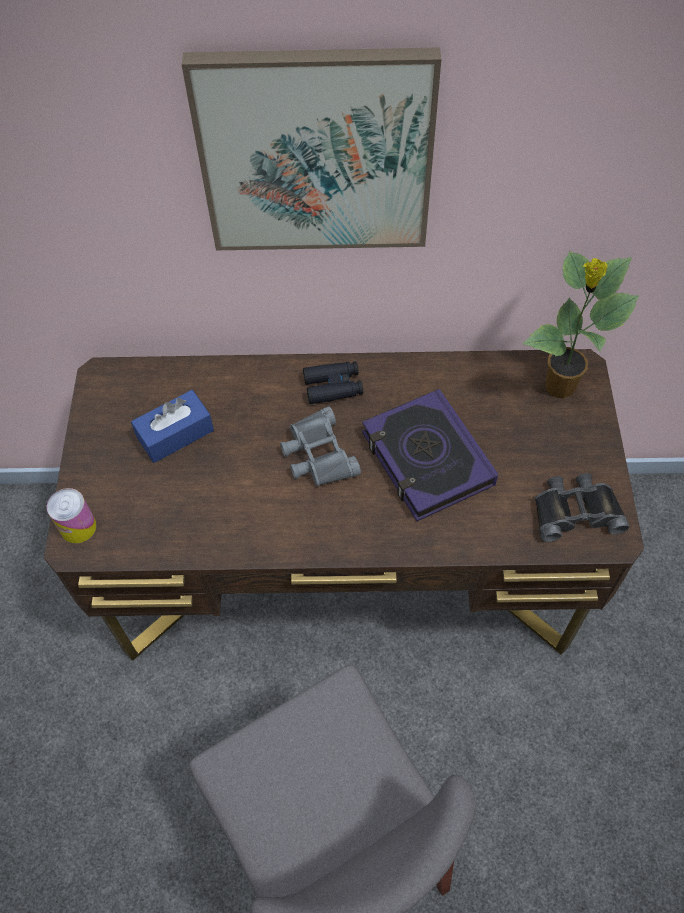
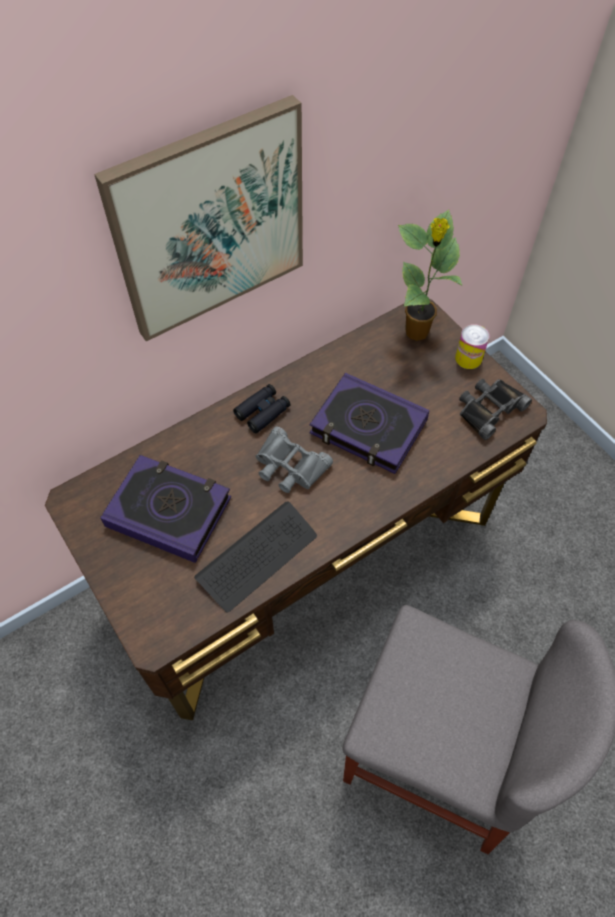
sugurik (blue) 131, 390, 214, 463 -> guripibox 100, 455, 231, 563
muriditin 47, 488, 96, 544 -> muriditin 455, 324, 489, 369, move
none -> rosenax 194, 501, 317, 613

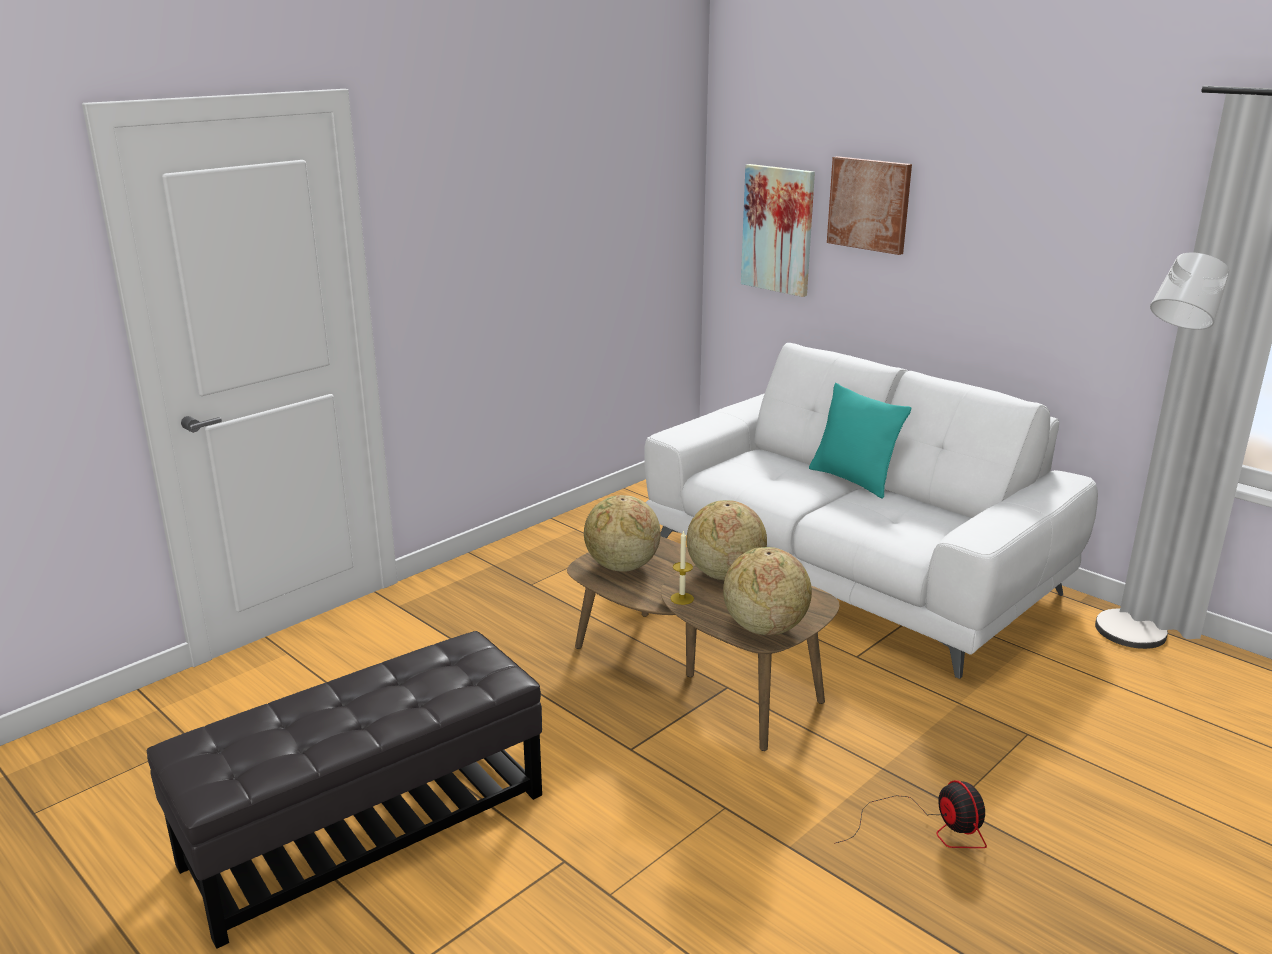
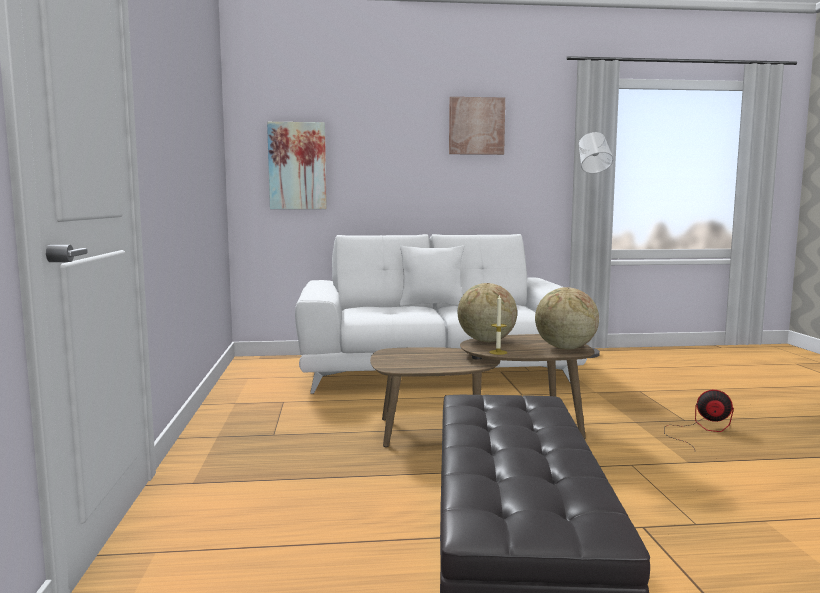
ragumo 827, 156, 912, 255 -> ragumo 449, 97, 505, 155, move
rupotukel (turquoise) 809, 383, 911, 499 -> rupotukel (white) 399, 246, 464, 306
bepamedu 584, 495, 661, 572 -> none

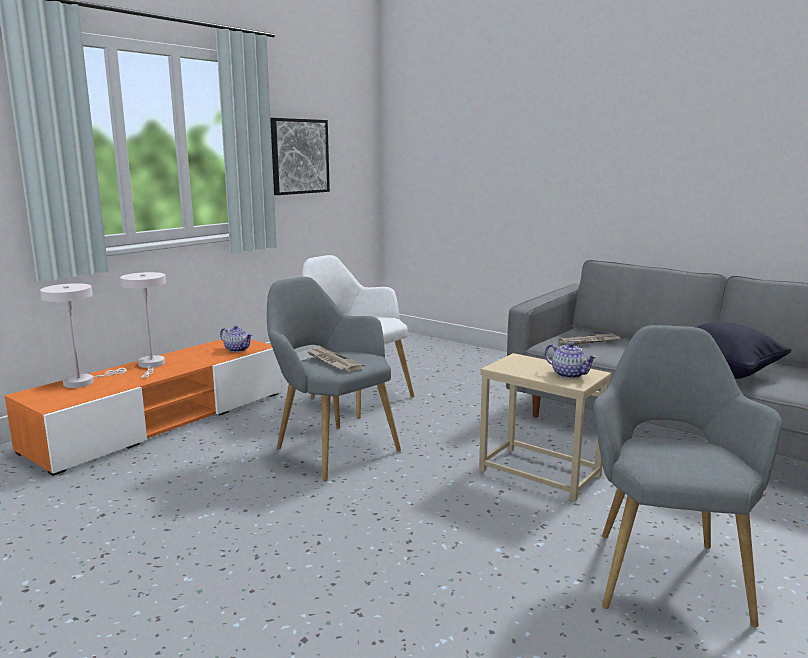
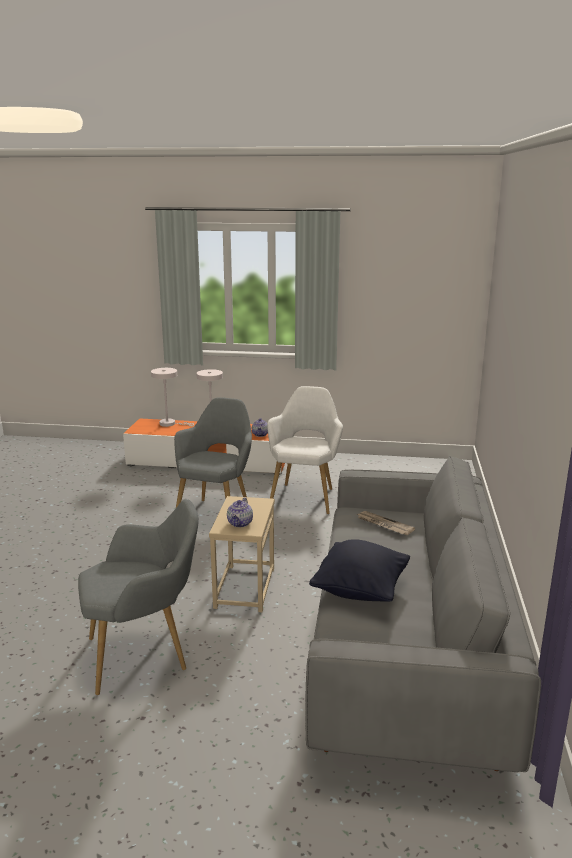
ragumo 270, 118, 330, 195 -> none
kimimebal 305, 347, 365, 372 -> none

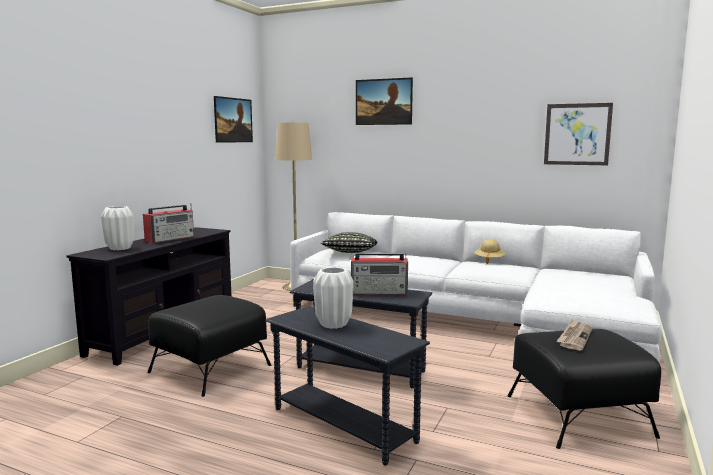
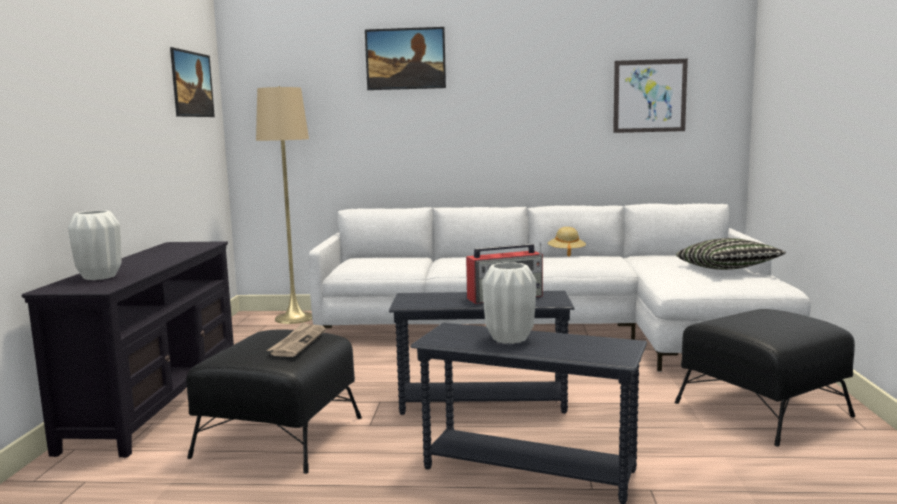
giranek 143, 204, 194, 243 -> none
rupotukel 321, 232, 377, 253 -> rupotukel 676, 238, 786, 270, move
kimimebal 556, 320, 593, 350 -> kimimebal 267, 322, 326, 357, move

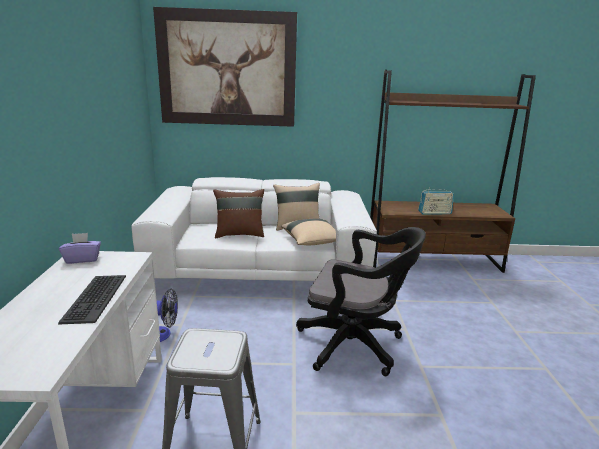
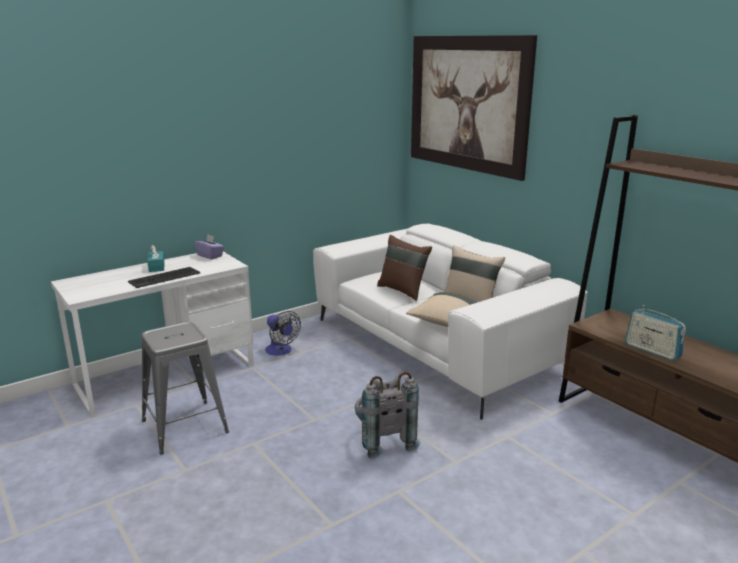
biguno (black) 296, 227, 426, 376 -> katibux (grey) 355, 372, 420, 459
none -> sugurik (turquoise) 147, 245, 164, 272

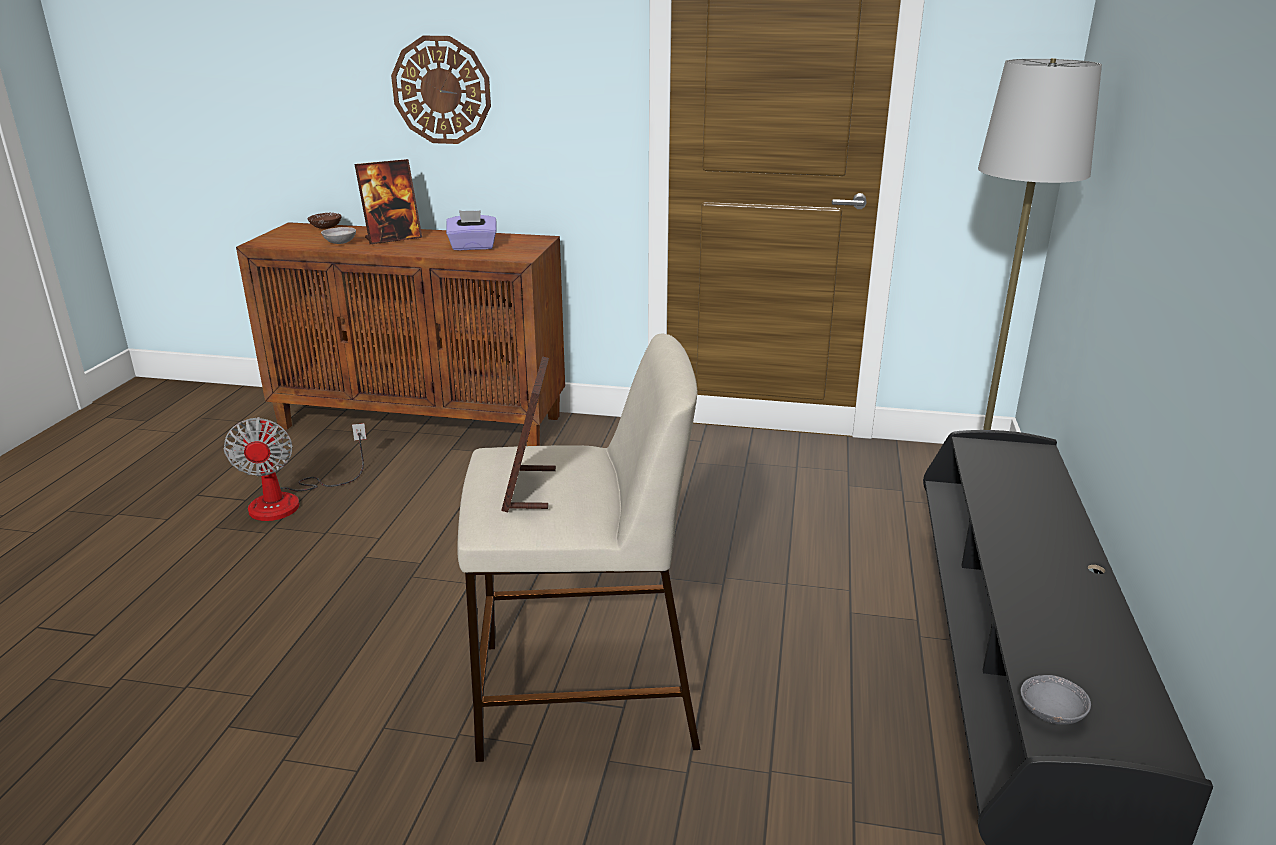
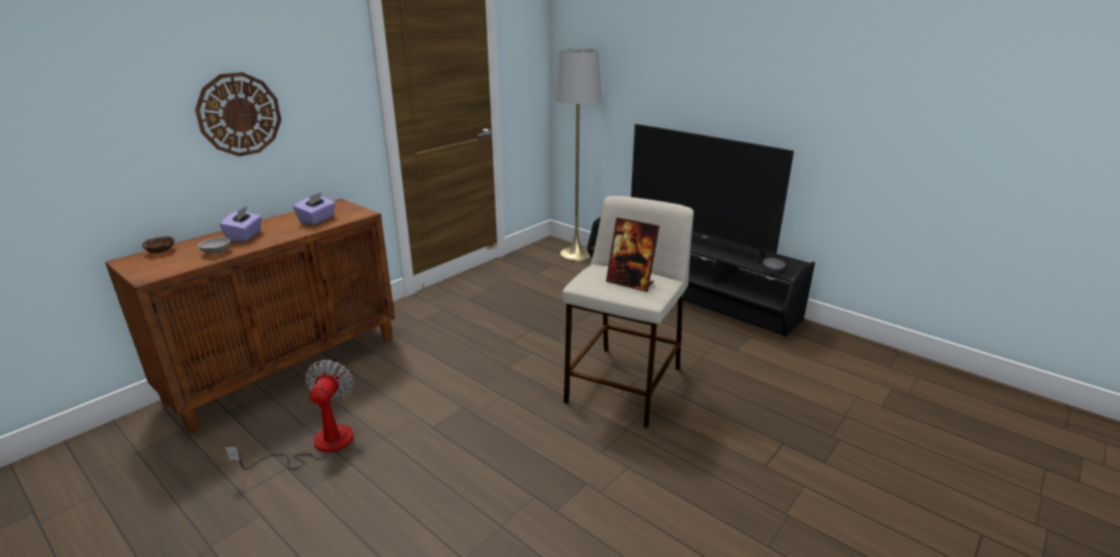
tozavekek 355, 159, 422, 244 -> sugurik (purple) 220, 206, 262, 242
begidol 223, 417, 367, 521 -> begidol 225, 360, 354, 470, 105 degrees counterclockwise
none -> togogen 631, 124, 794, 262

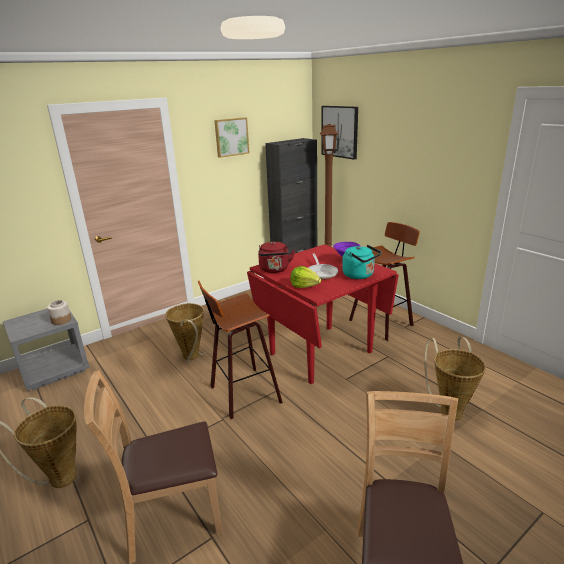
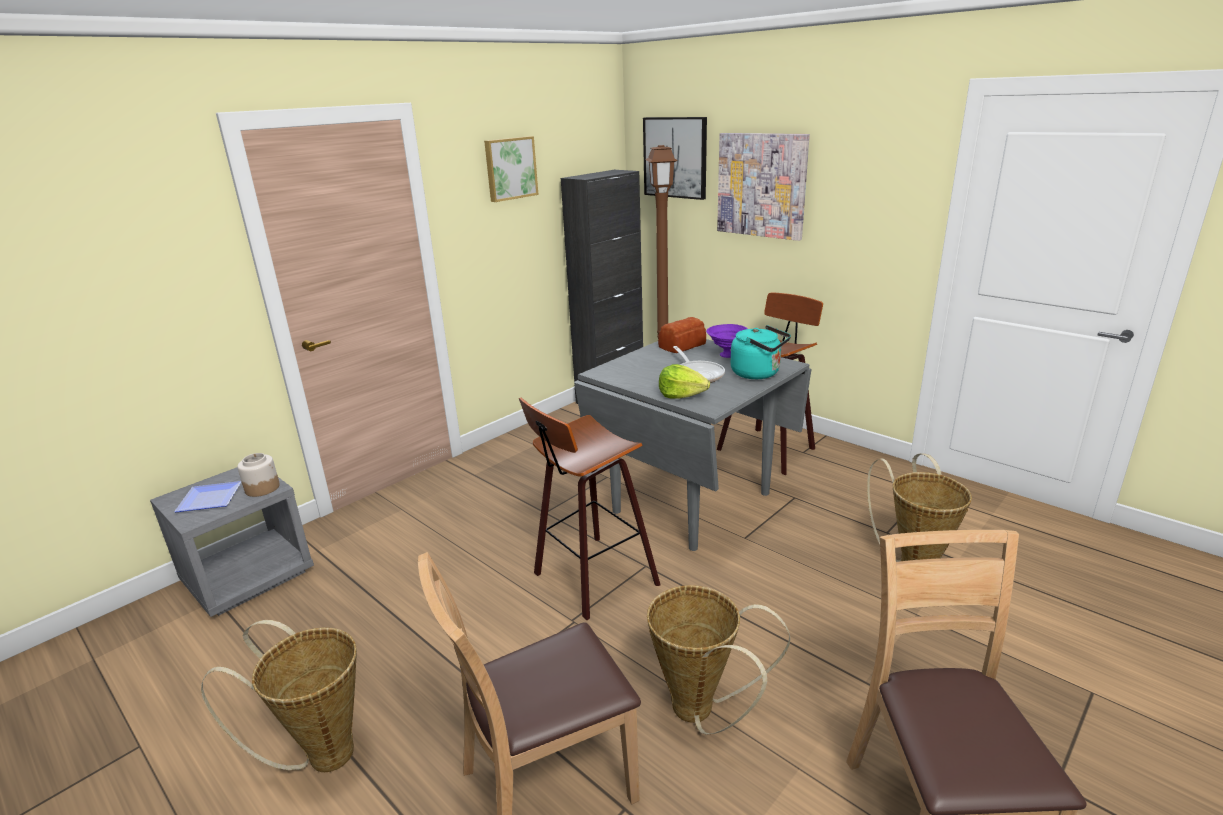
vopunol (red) 258, 241, 295, 273 -> none
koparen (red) 247, 244, 399, 384 -> koparen (grey) 574, 339, 811, 551
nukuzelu 165, 303, 220, 362 -> nukuzelu 647, 585, 790, 735, move
none -> ragumo 717, 133, 810, 241
none -> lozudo 658, 317, 706, 353
none -> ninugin 174, 481, 241, 512

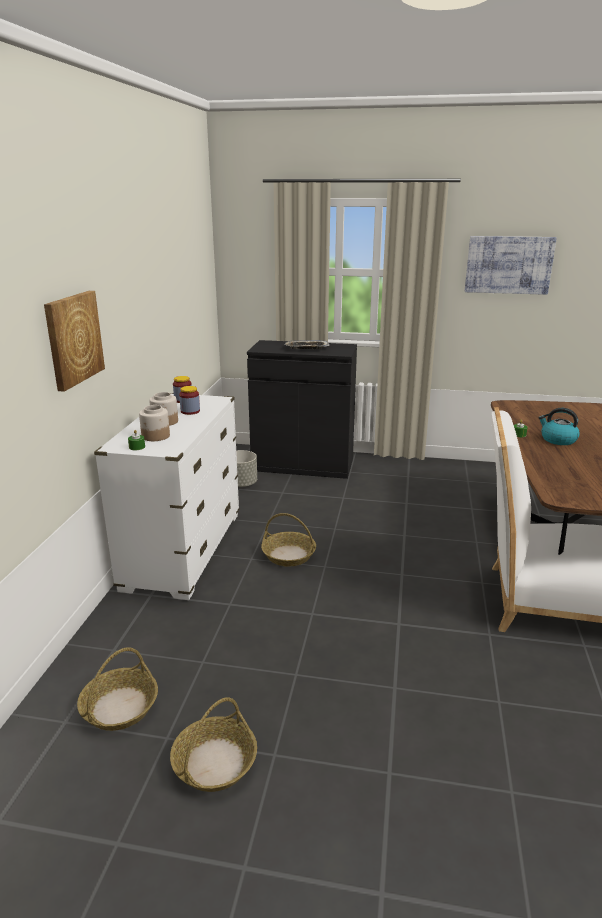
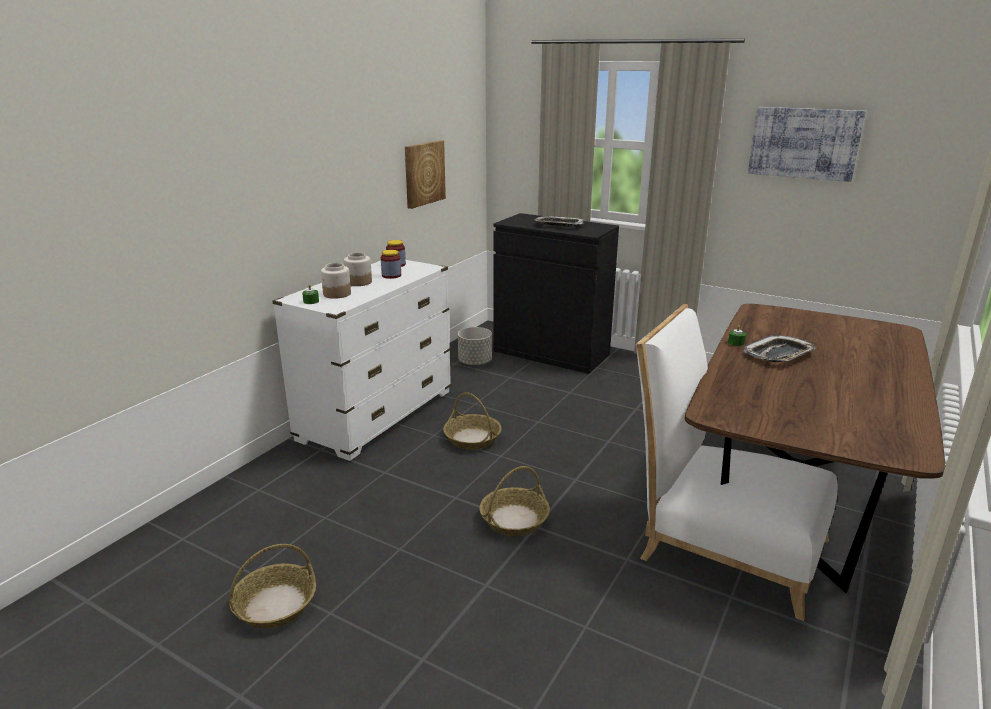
ragumo 44, 291, 105, 392 -> ragumo 405, 140, 446, 209, move
vopunol 538, 408, 580, 445 -> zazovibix 743, 335, 815, 362
nukuzelu 77, 647, 158, 731 -> nukuzelu 480, 466, 550, 536, move

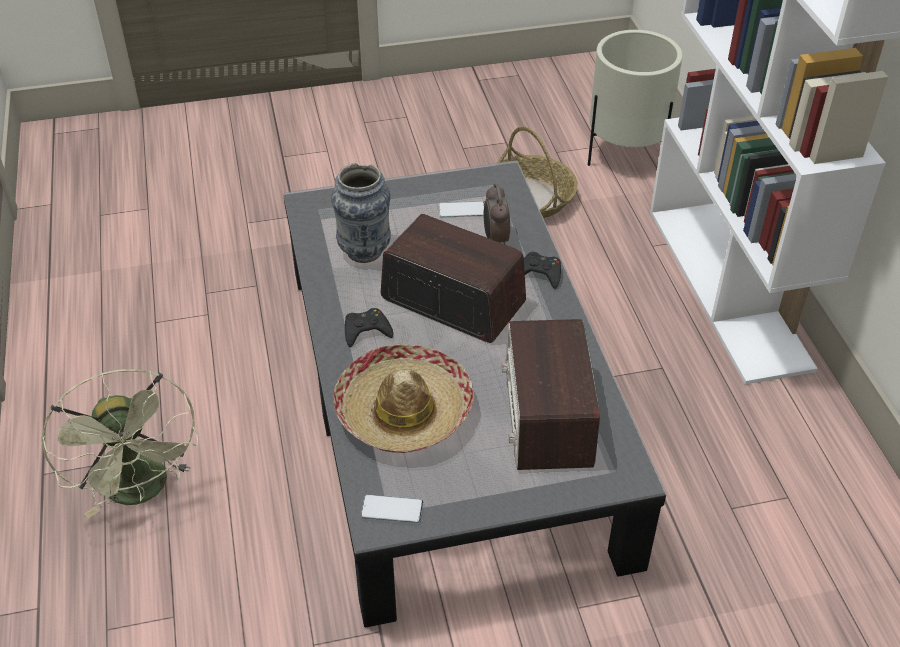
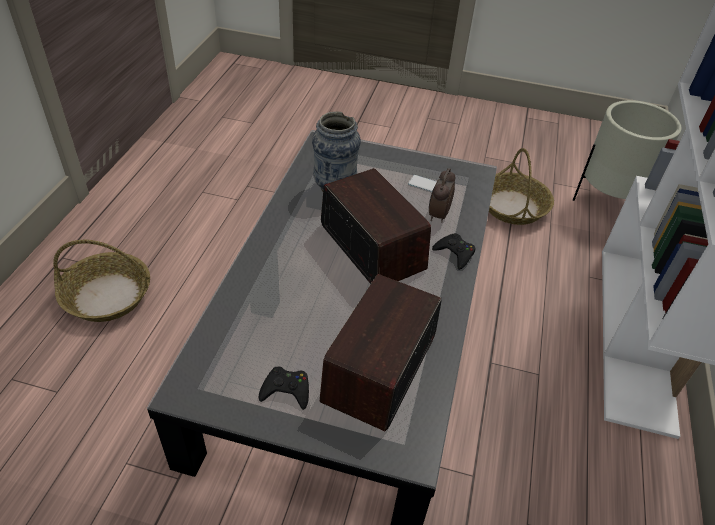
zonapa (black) 345, 308, 393, 347 -> zonapa (black) 258, 367, 309, 410, move
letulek 333, 344, 474, 453 -> none
begidol (green) 41, 369, 199, 519 -> nukuzelu 53, 240, 150, 322
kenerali 361, 495, 423, 523 -> none

